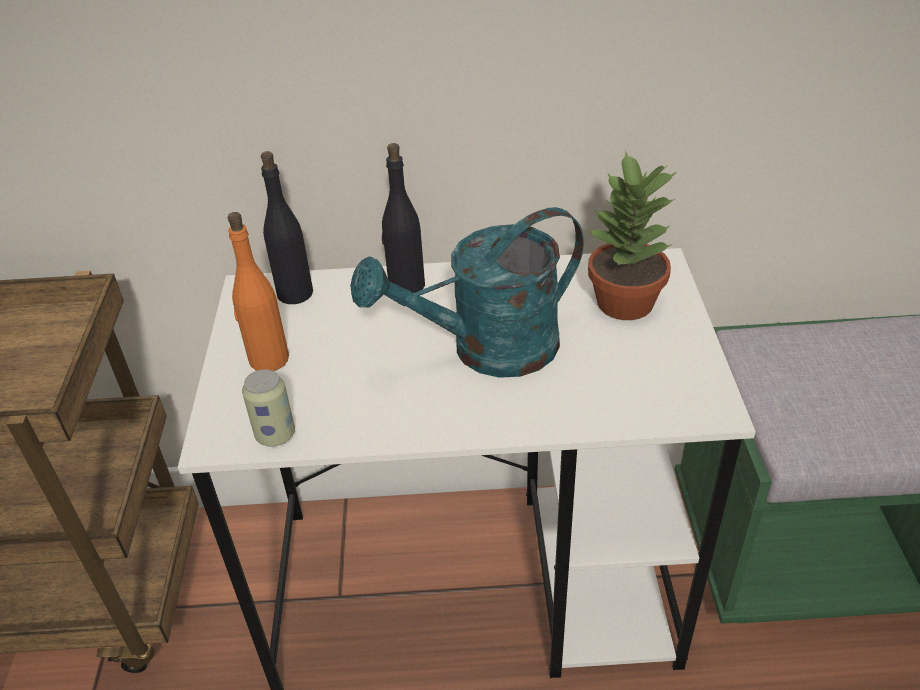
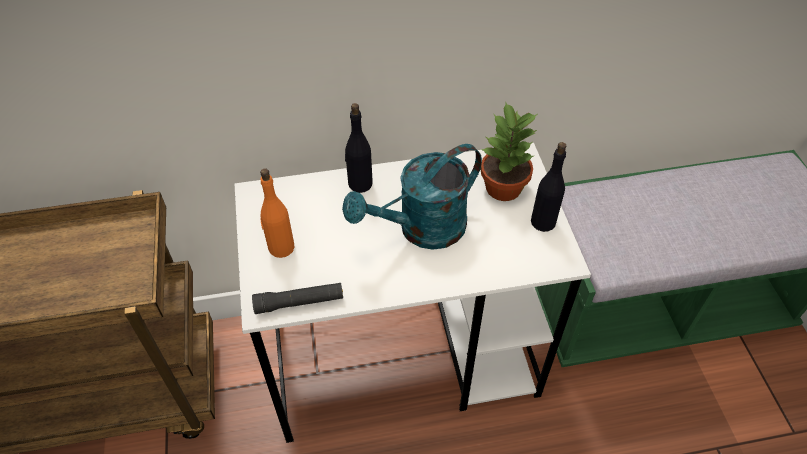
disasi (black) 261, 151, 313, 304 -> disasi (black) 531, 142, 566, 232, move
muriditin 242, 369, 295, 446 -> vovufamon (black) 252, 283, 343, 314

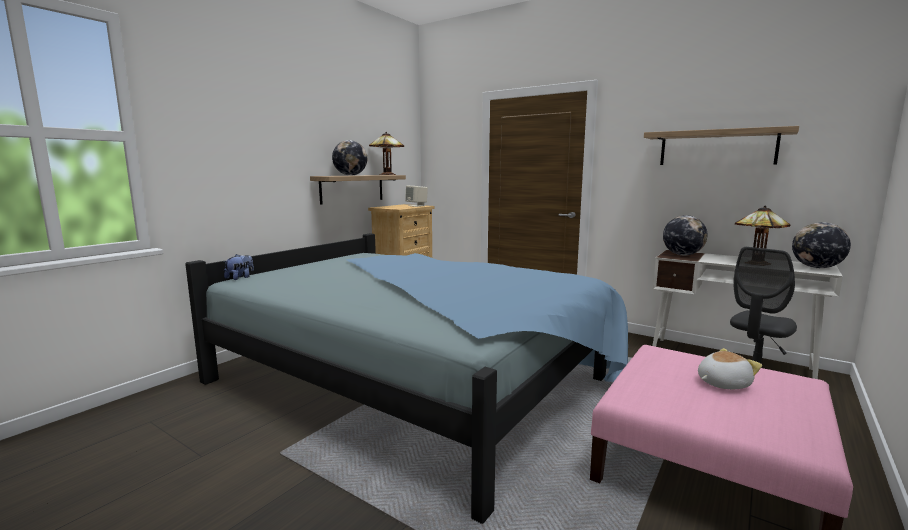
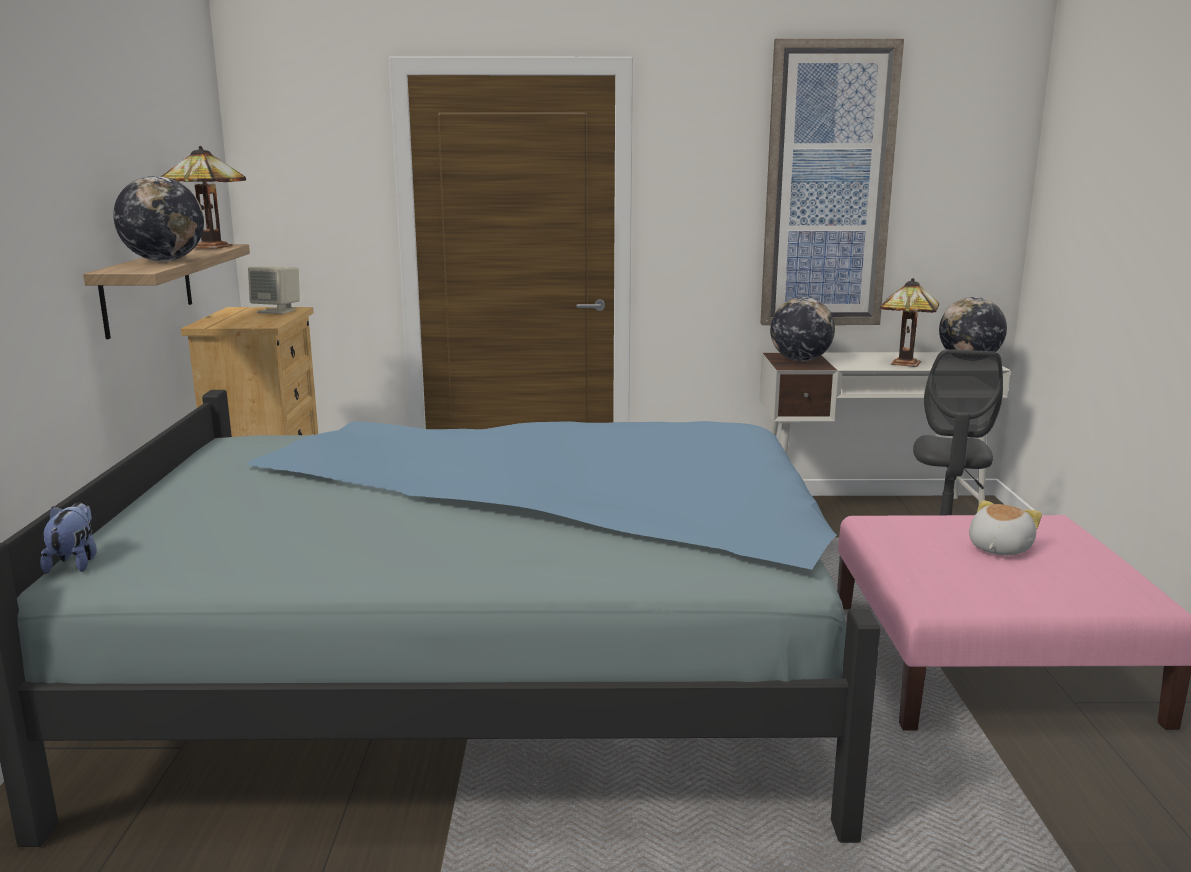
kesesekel 644, 126, 799, 165 -> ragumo 760, 38, 904, 325

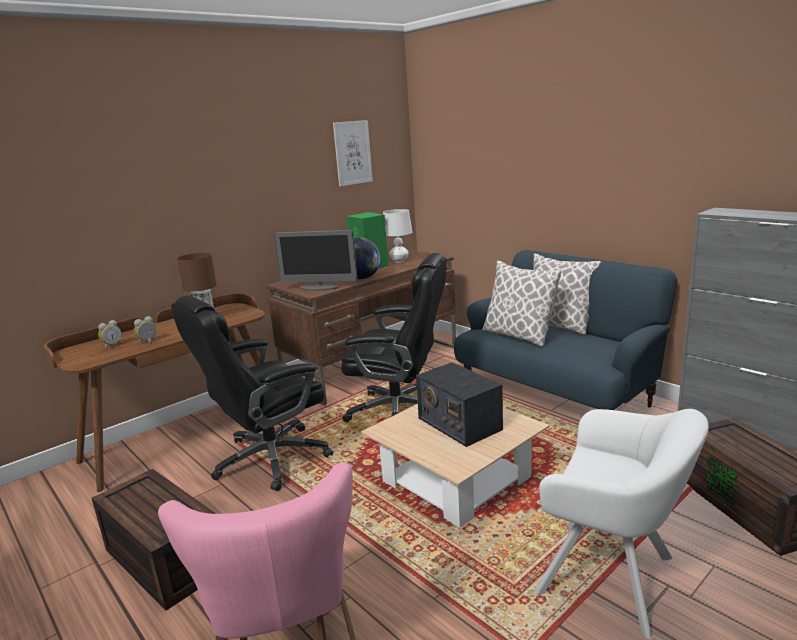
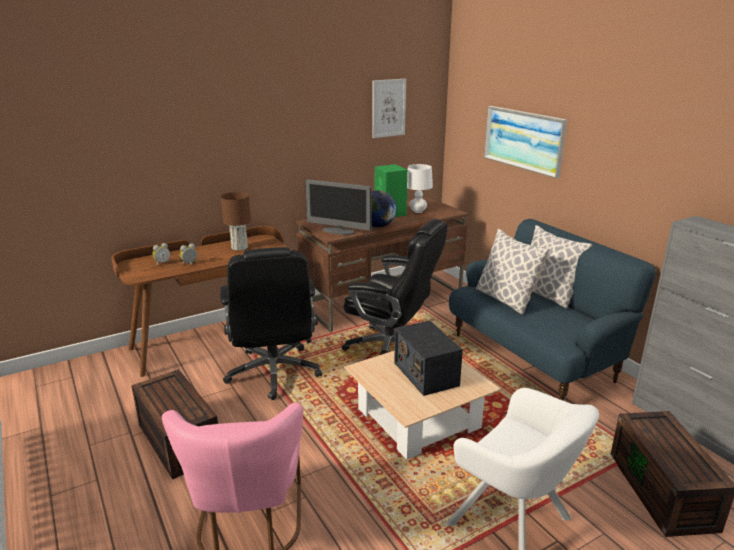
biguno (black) 171, 295, 333, 491 -> biguno (black) 220, 247, 322, 400, 75 degrees counterclockwise
none -> ragumo 484, 106, 567, 178

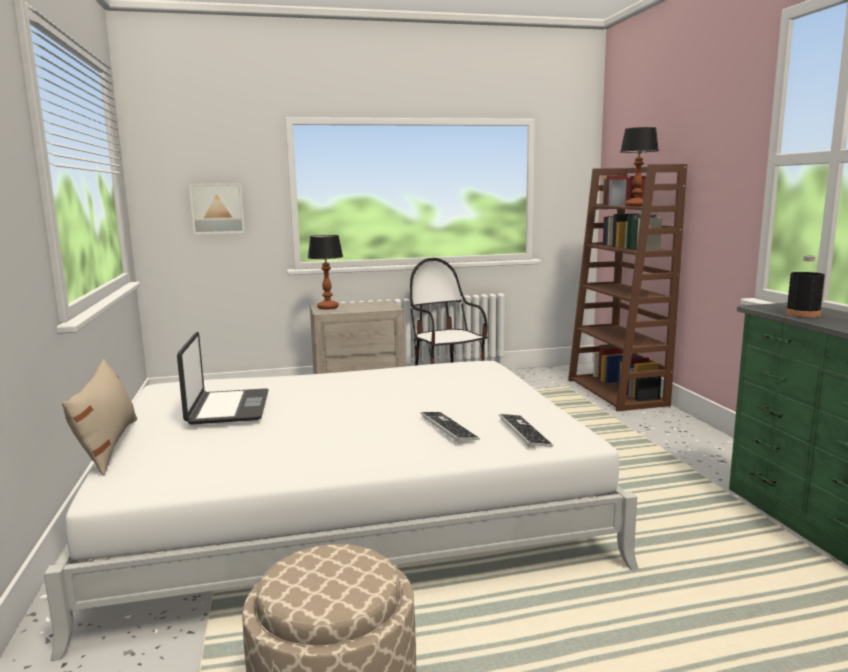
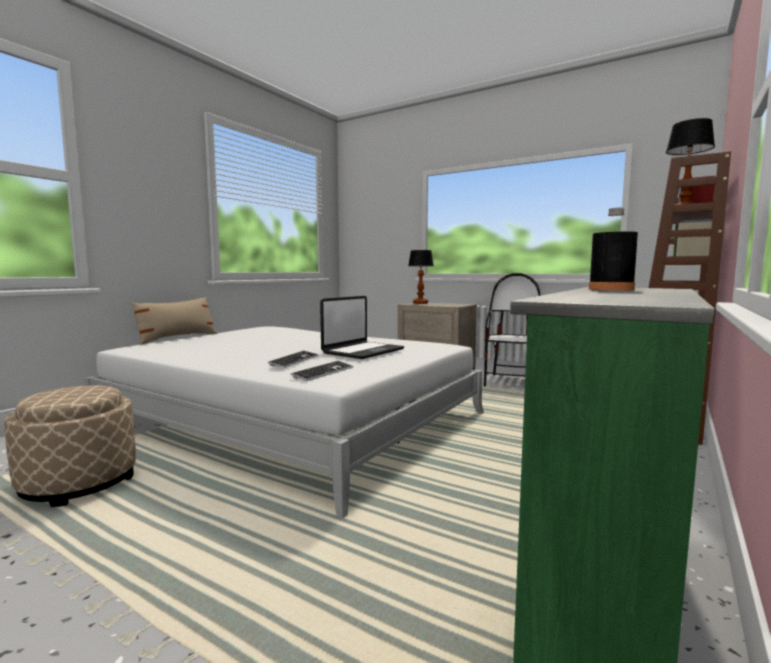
ragumo 189, 183, 245, 234 -> none
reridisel 177, 332, 269, 425 -> reridisel 320, 296, 404, 359, move

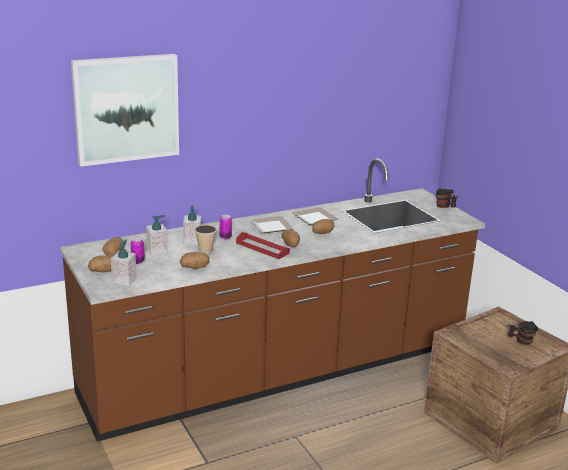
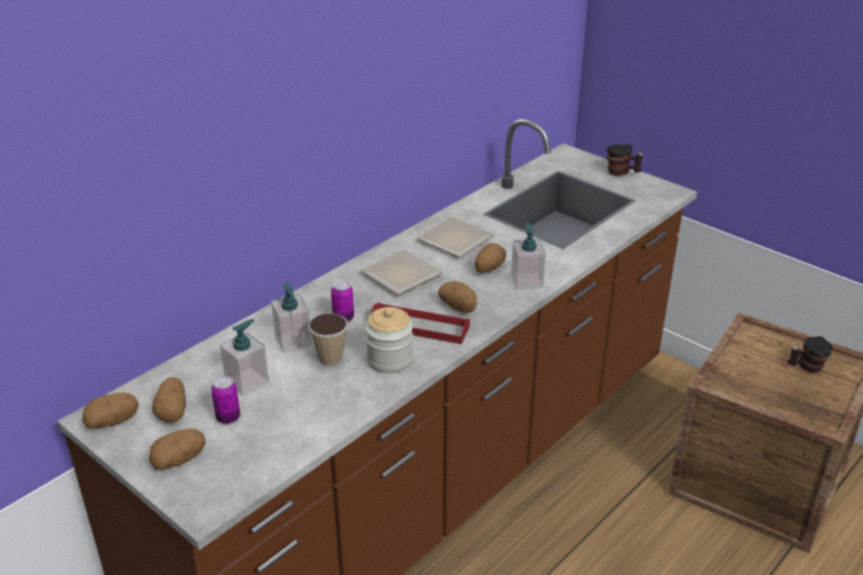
ragumo 71, 54, 179, 167 -> none
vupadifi 111, 240, 137, 286 -> vupadifi 511, 222, 546, 290, move
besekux 180, 252, 209, 269 -> besekux 82, 393, 139, 429, move
none -> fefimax 365, 307, 413, 374

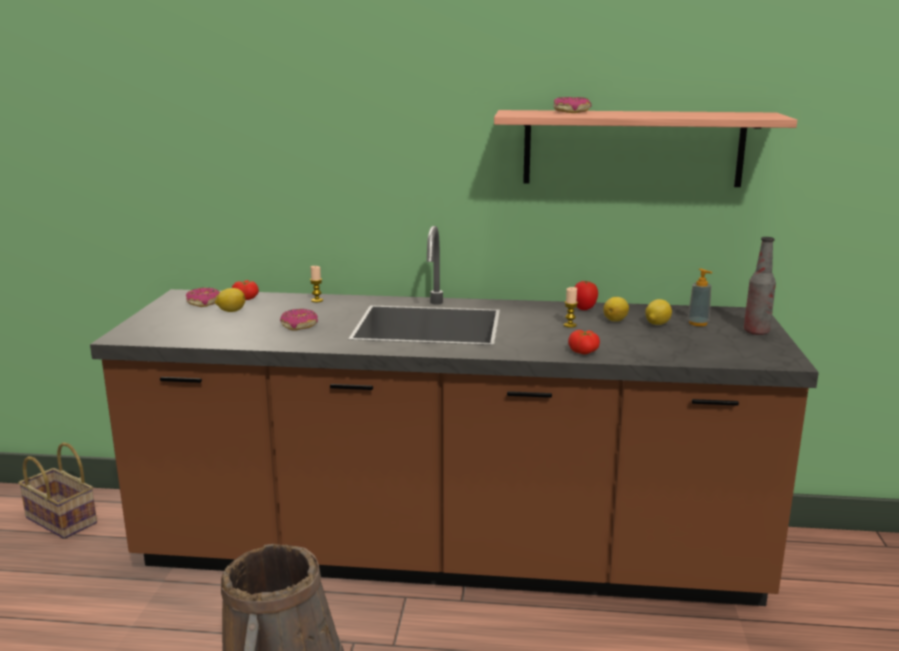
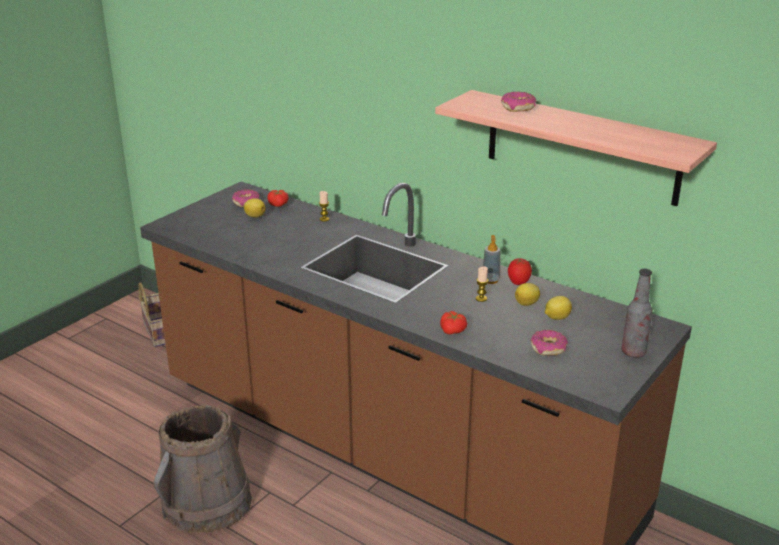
vupadifi 687, 268, 713, 326 -> vupadifi 483, 235, 500, 284, move
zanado 280, 309, 318, 330 -> zanado 530, 330, 568, 356, move

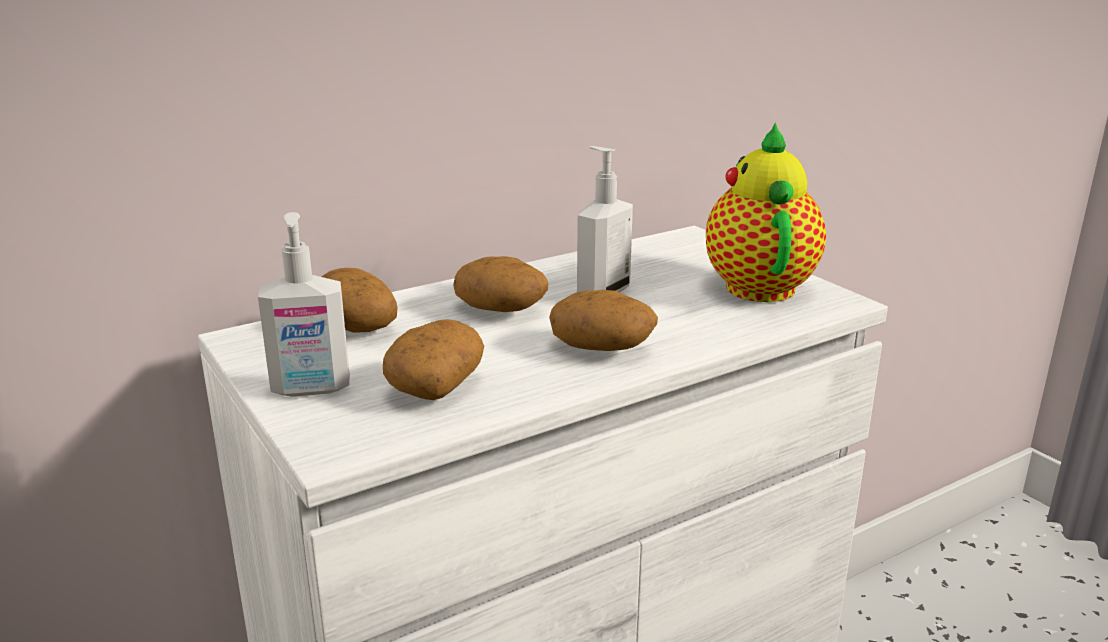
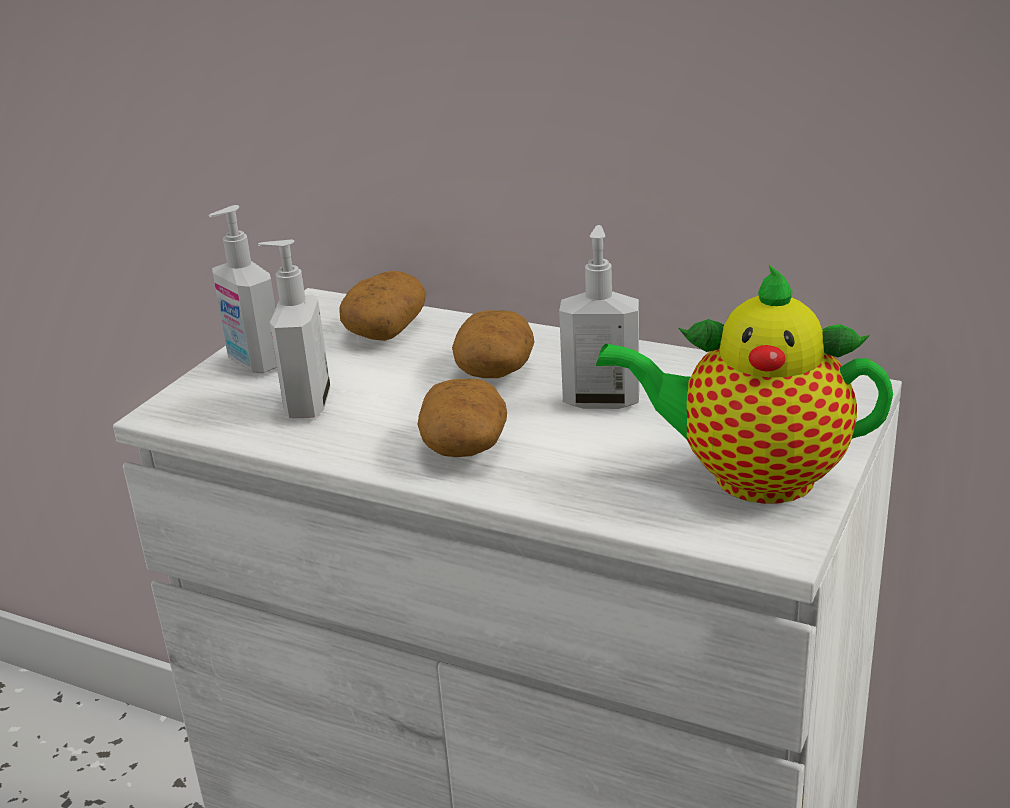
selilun 706, 123, 826, 302 -> selilun 596, 264, 893, 504, 135 degrees counterclockwise
besekux 383, 319, 484, 400 -> vupadifi 258, 240, 330, 418

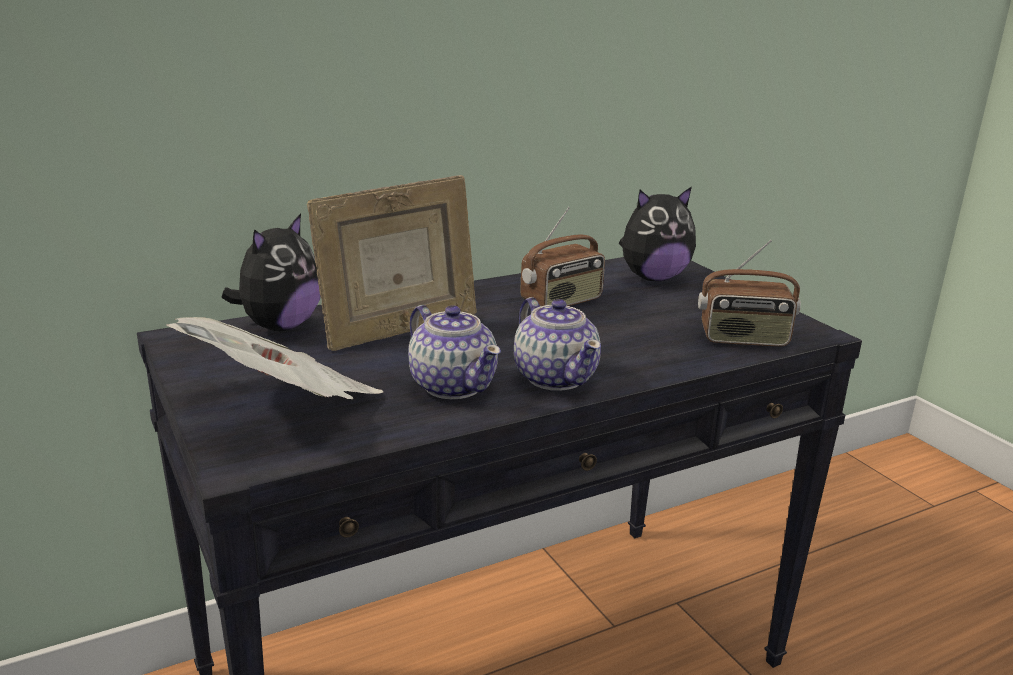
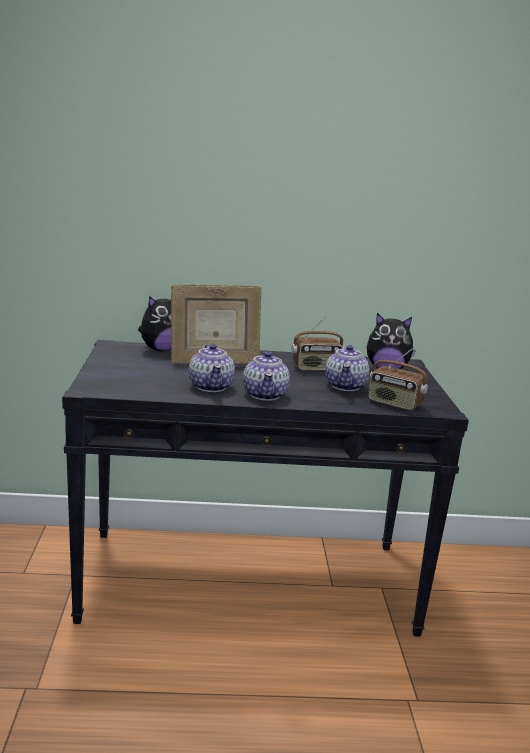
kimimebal 166, 317, 383, 399 -> none
none -> selilun 325, 345, 370, 391

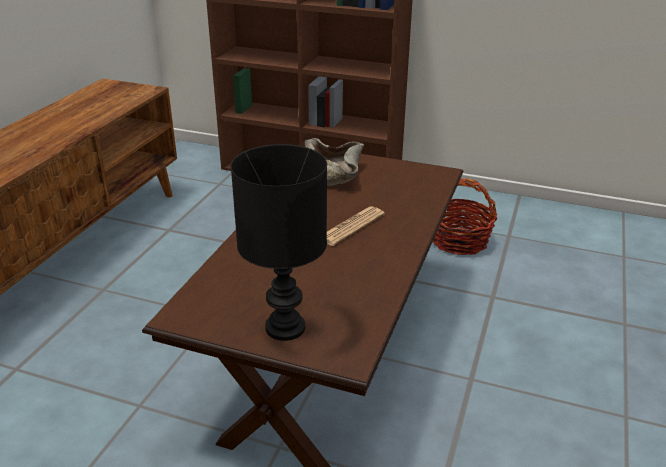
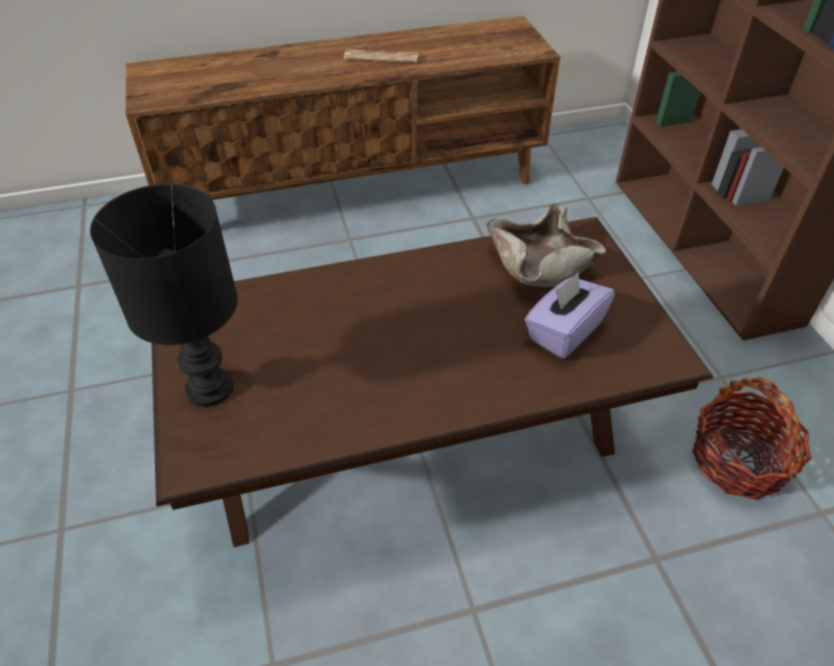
kimimebal 327, 206, 385, 246 -> kimimebal 344, 50, 419, 63, move
none -> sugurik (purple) 525, 272, 615, 359

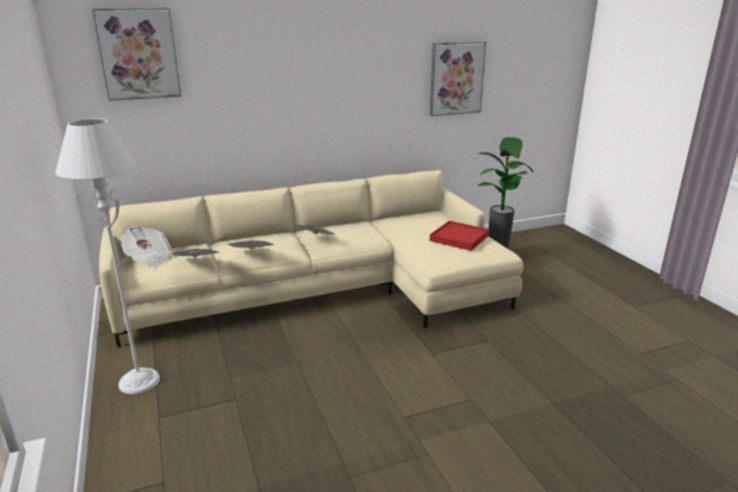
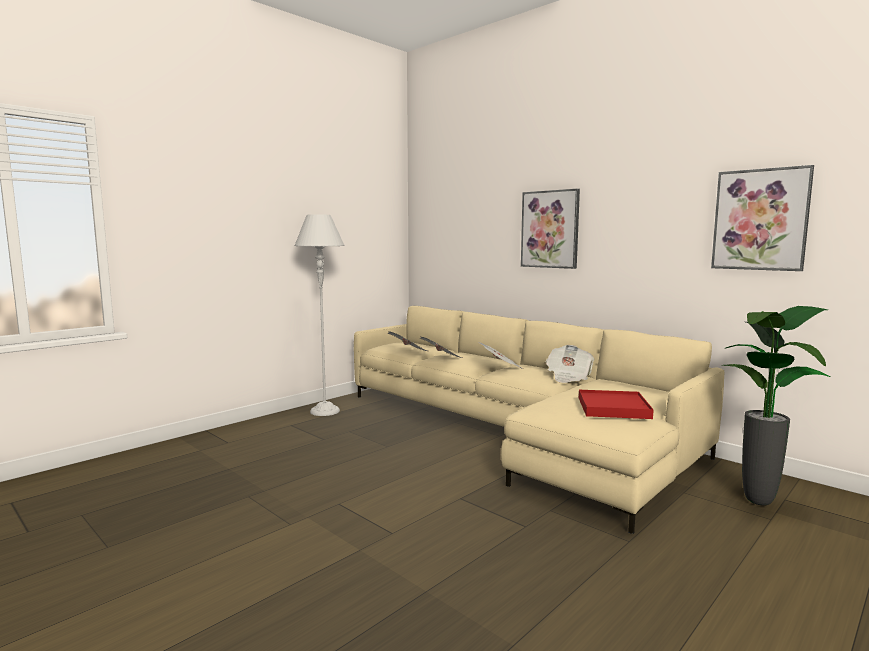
ragumo 92, 8, 182, 101 -> ragumo 521, 189, 580, 269, move
kimimebal 120, 226, 173, 268 -> kimimebal 546, 345, 595, 383, move

